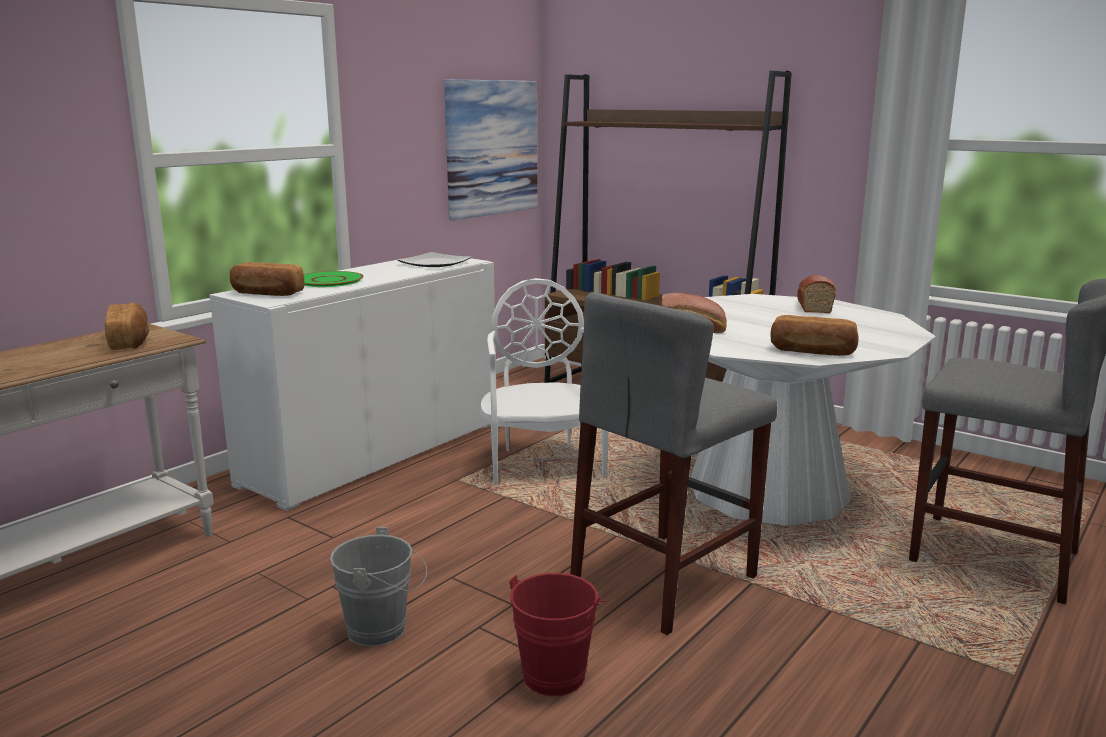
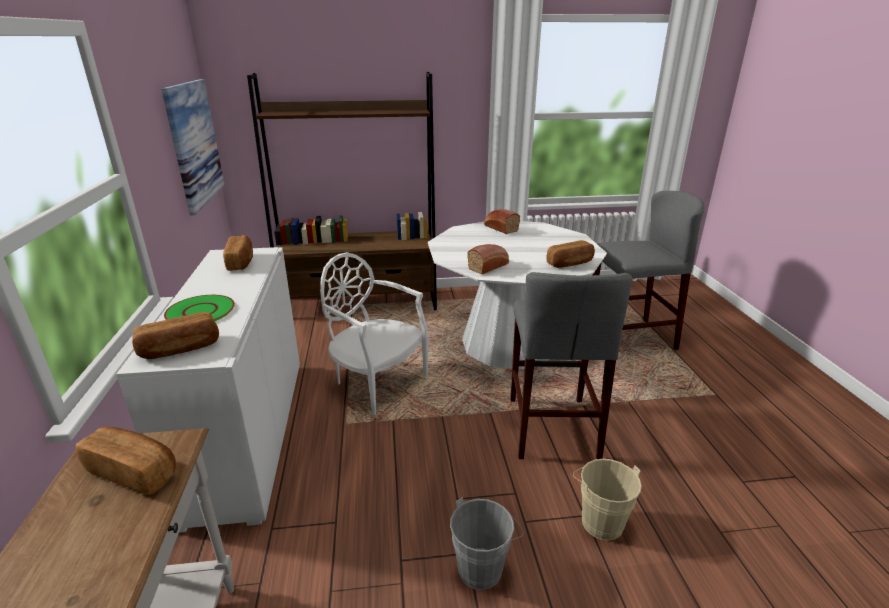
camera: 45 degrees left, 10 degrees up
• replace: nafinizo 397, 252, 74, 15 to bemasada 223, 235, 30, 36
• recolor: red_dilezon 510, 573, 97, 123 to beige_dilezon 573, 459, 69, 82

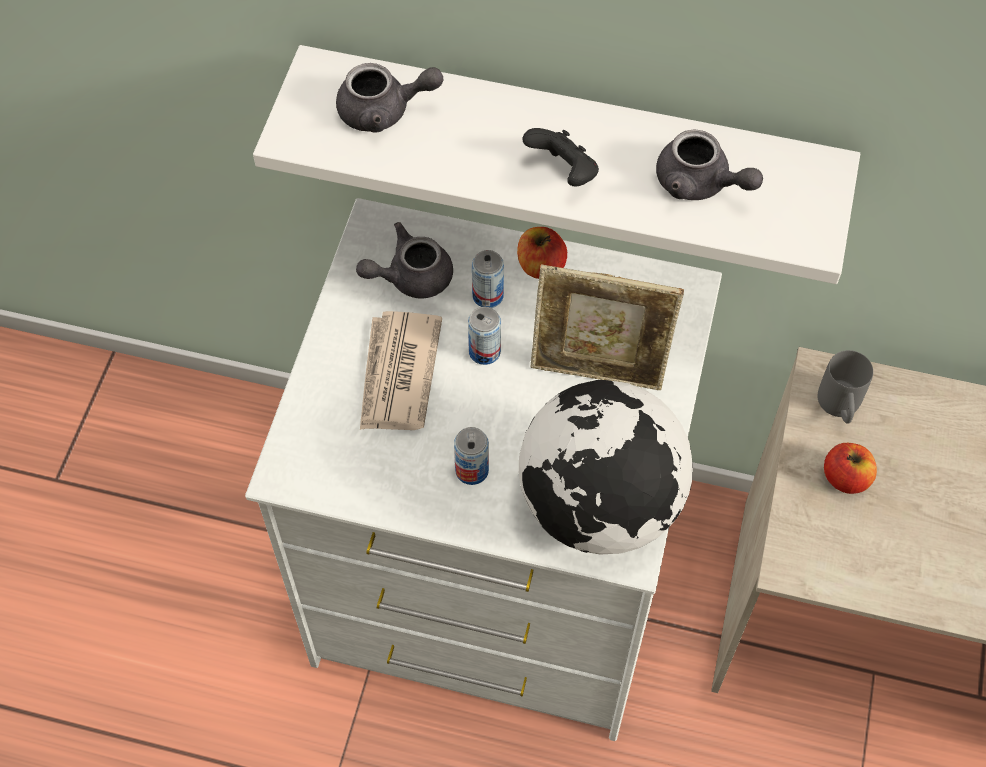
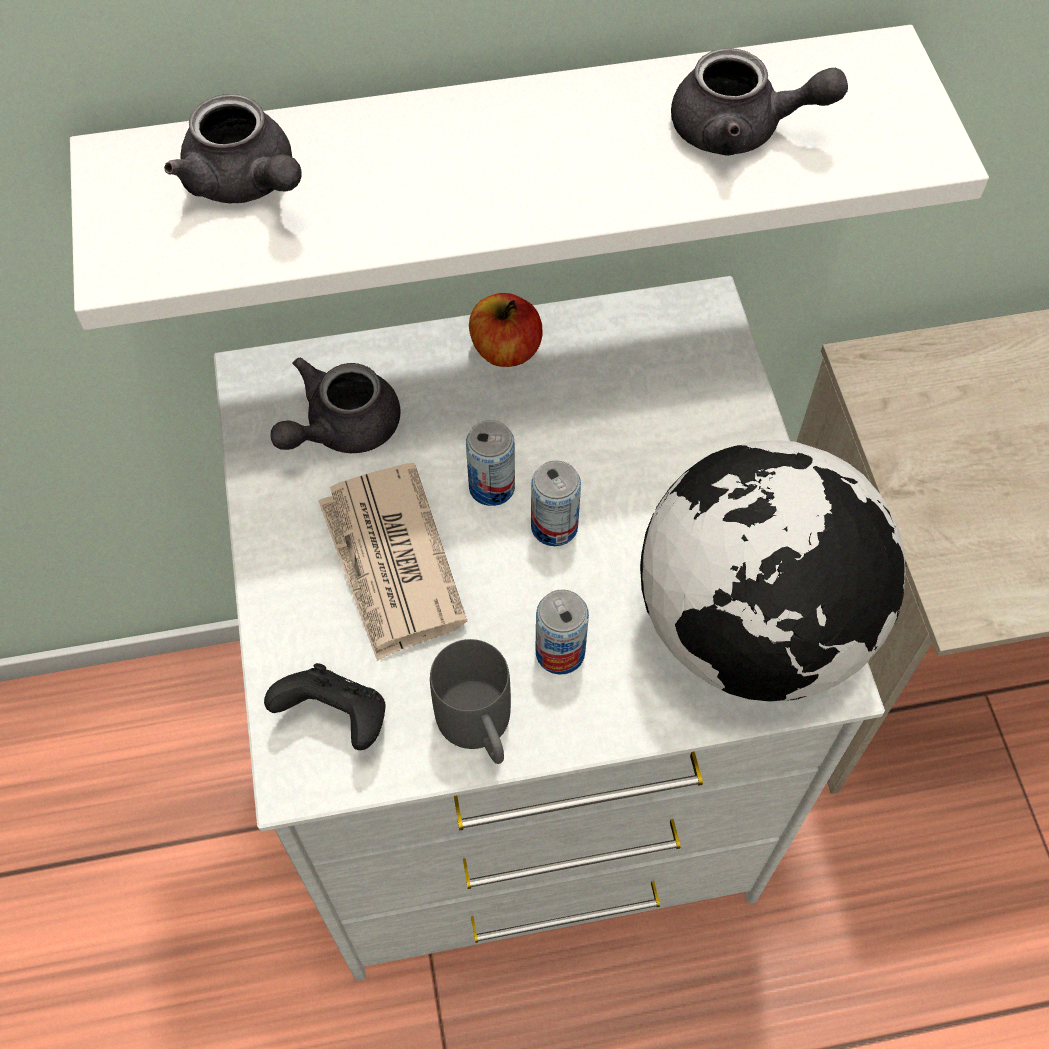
camera: 25 degrees left, 0 degrees up
• rotate: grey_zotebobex 336, 63, 108, 70 = 164, 94, 137, 109 75 degrees clockwise
• move: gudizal 472, 250, 32, 58 to 531, 460, 50, 86
• move: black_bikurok 522, 128, 77, 59 to 264, 663, 122, 87
• delete: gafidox 531, 264, 153, 126
• move: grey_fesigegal 817, 350, 56, 74 to 430, 639, 81, 125
• delete: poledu 824, 443, 53, 51

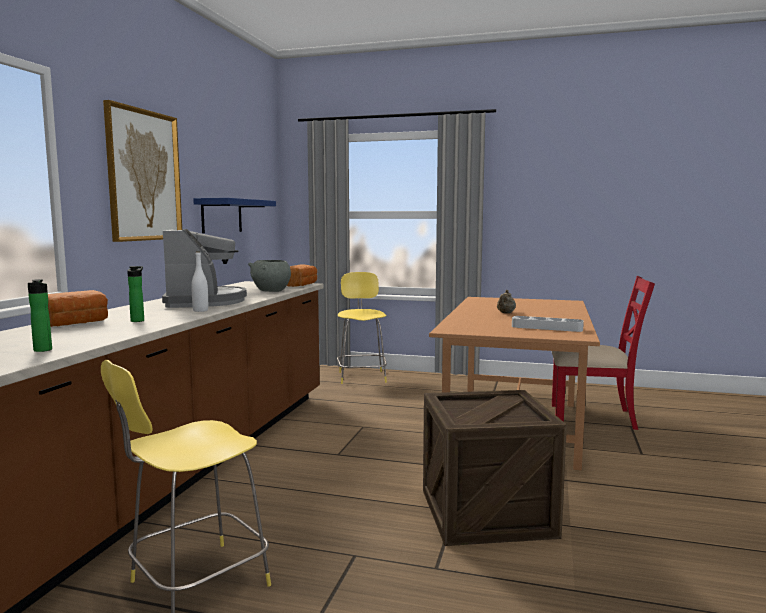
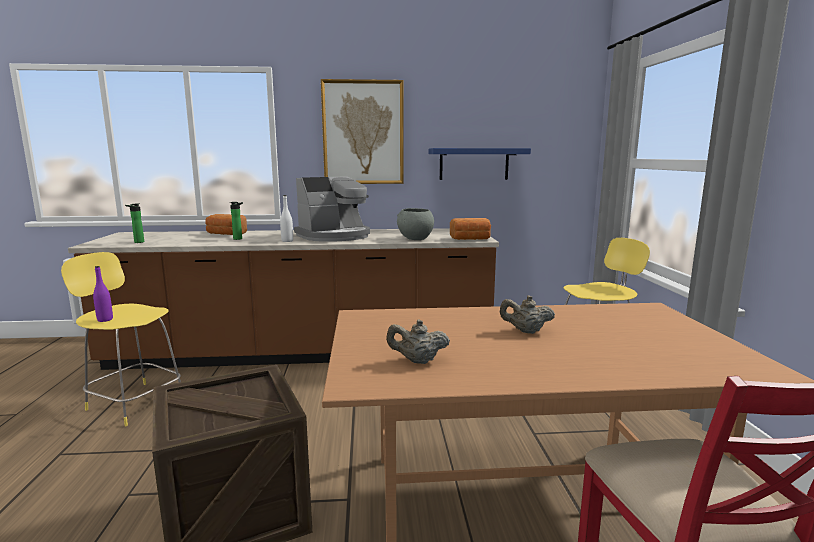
camera: 70 degrees right, 5 degrees up
• replace: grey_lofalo 512, 316, 72, 16 to beige_zotebobex 386, 319, 64, 45
• insert: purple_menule 93, 266, 20, 56

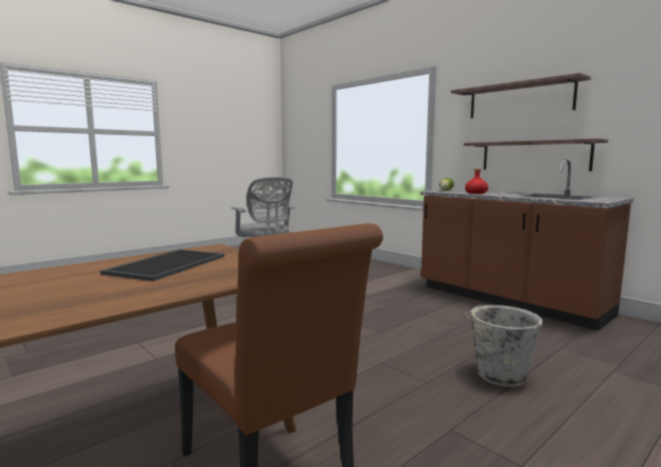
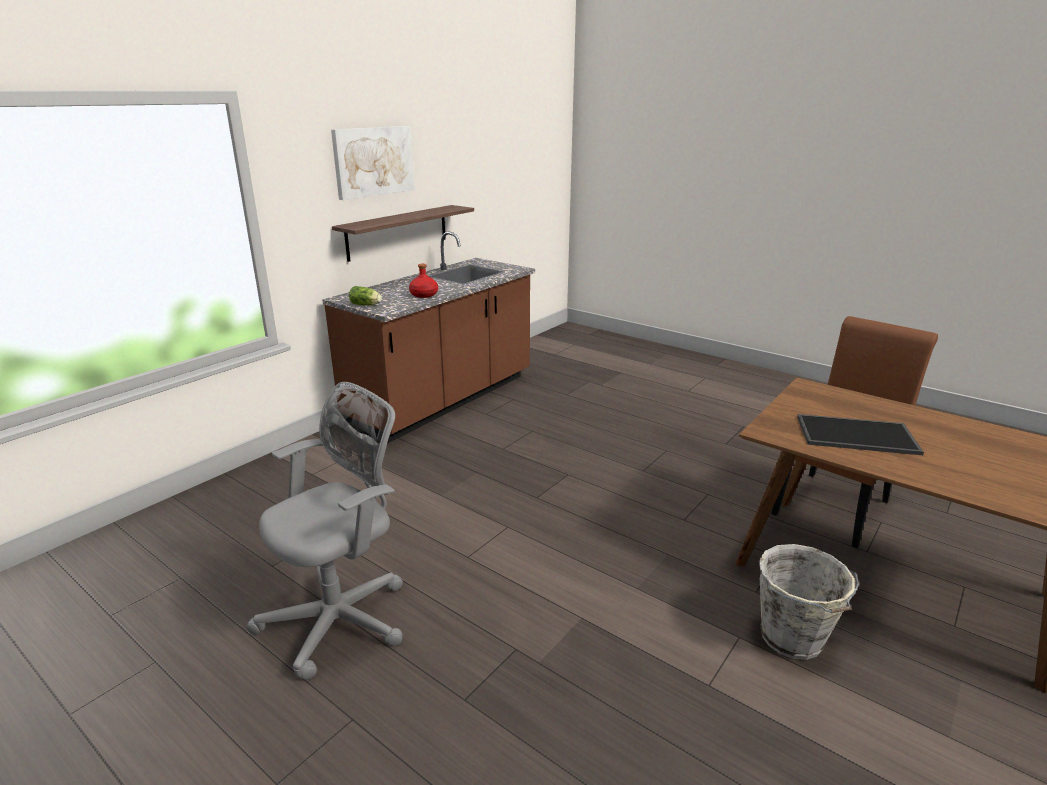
camera: 100 degrees left, 15 degrees up
• replace: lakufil 451, 73, 140, 45 to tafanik 331, 126, 84, 74
• move: grey_dilezon 463, 304, 80, 83 to 759, 544, 100, 116

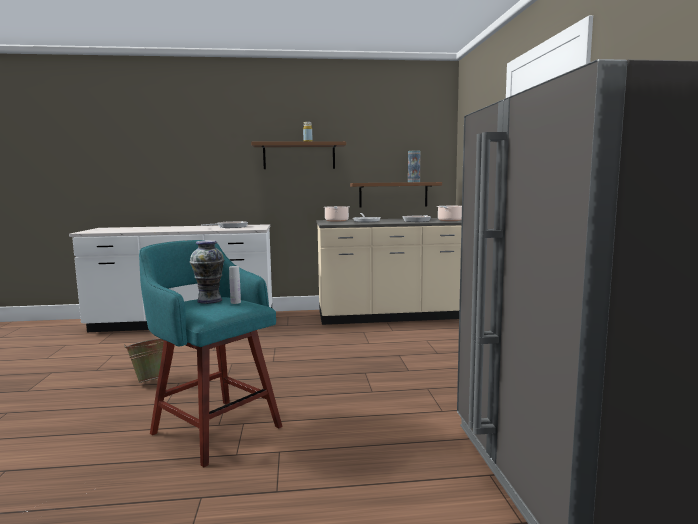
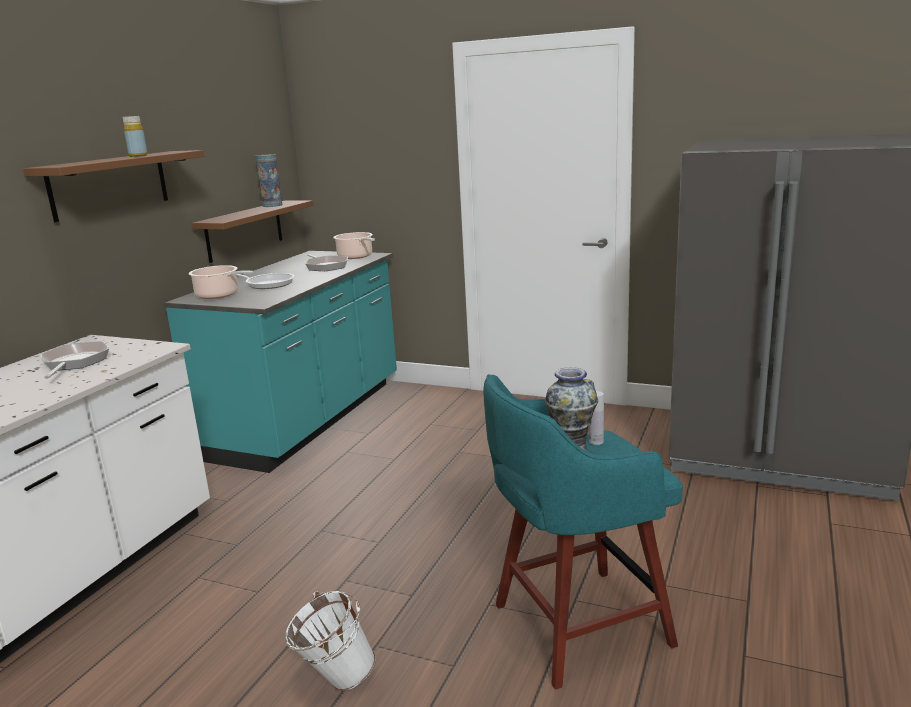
camera: 60 degrees left, 10 degrees up
• recolor: green_dilezon 124, 338, 40, 45 to white_dilezon 285, 591, 91, 100
• recolor: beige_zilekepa 316, 218, 146, 107 to turquoise_zilekepa 164, 251, 233, 222

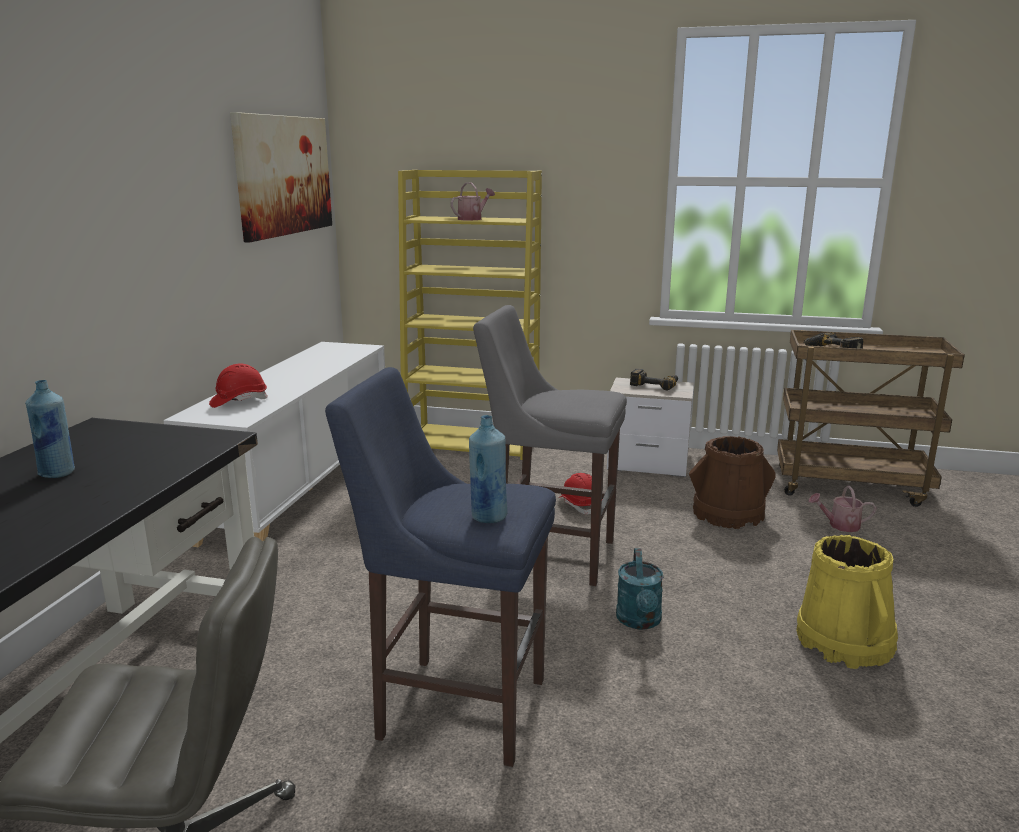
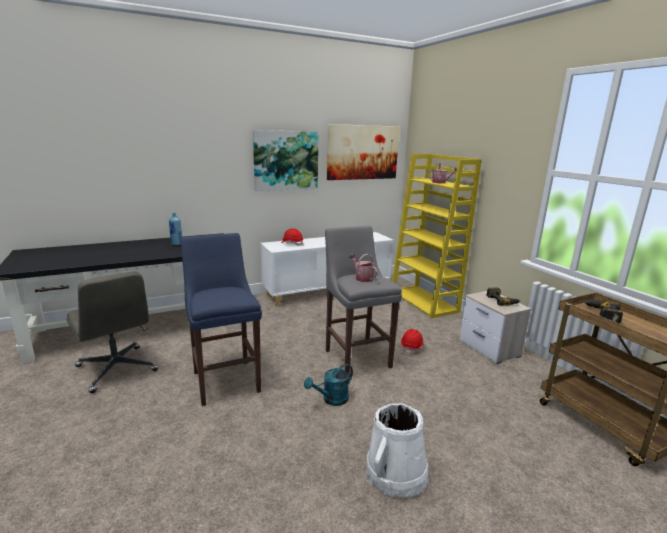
camera: 50 degrees right, 0 degrees up
• delete: blue_menule 469, 415, 38, 108
• delete: brown_dilezon 689, 436, 87, 93
• recolor: yellow_dilezon 797, 535, 101, 134 to white_dilezon 366, 403, 63, 95
• move: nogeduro 809, 486, 68, 46 to 349, 254, 28, 28
• insert: tafanik 253, 130, 66, 61

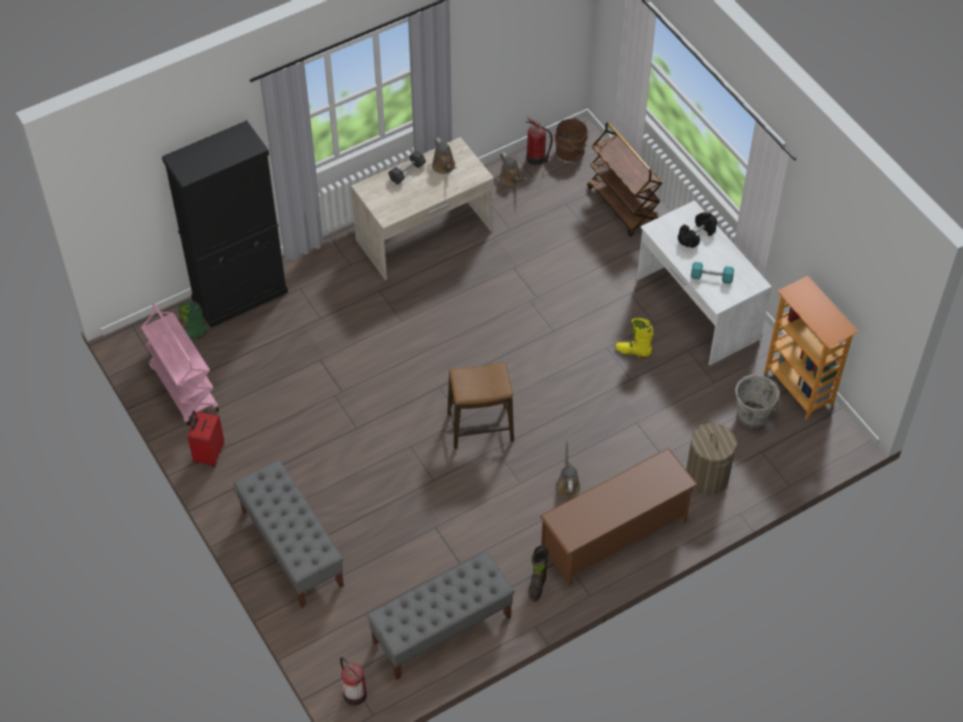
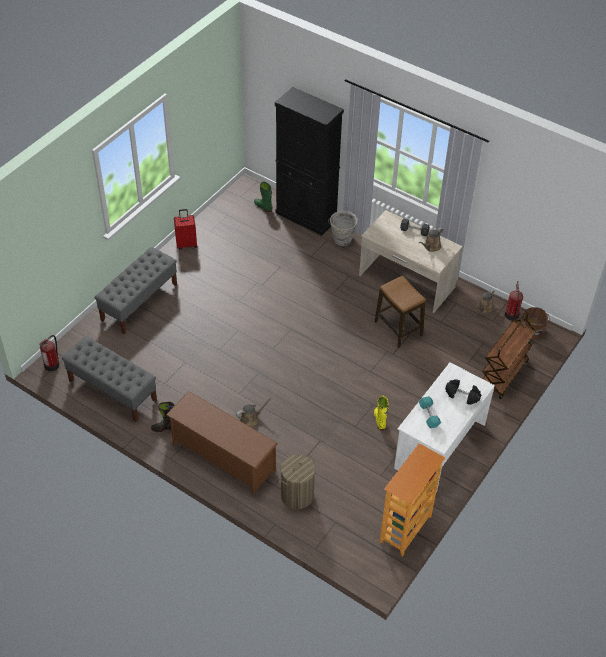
camera: 65 degrees right, 5 degrees down
• delete: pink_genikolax 141, 303, 78, 123
• move: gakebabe 447, 362, 67, 87 to 375, 276, 51, 72
• move: grey_dilezon 735, 374, 47, 54 to 328, 211, 30, 35

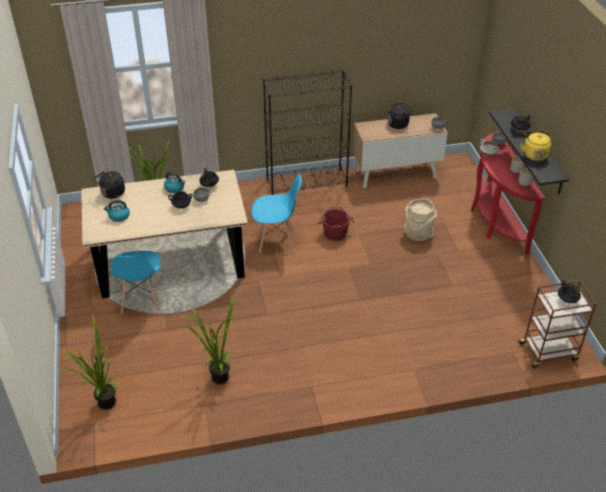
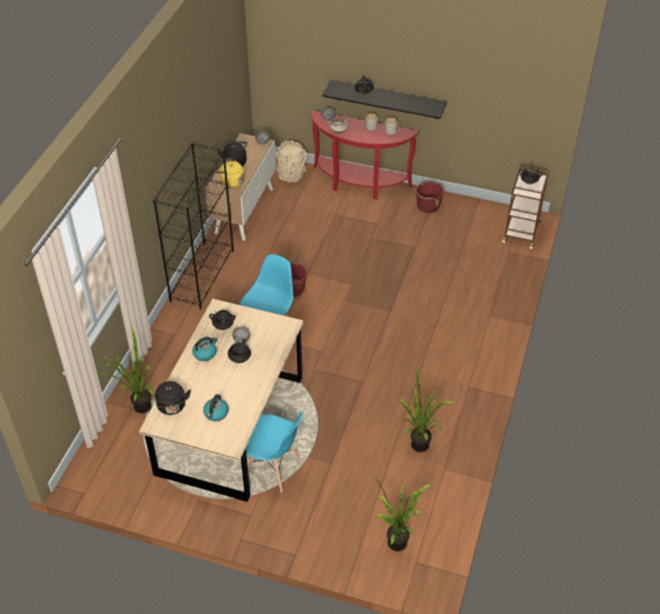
camera: 60 degrees left, 5 degrees up
• move: beige_dilezon 404, 198, 33, 43 to 276, 141, 31, 42
• move: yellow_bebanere 521, 131, 30, 30 to 215, 158, 29, 30
• insert: red_dilezon 415, 181, 29, 32

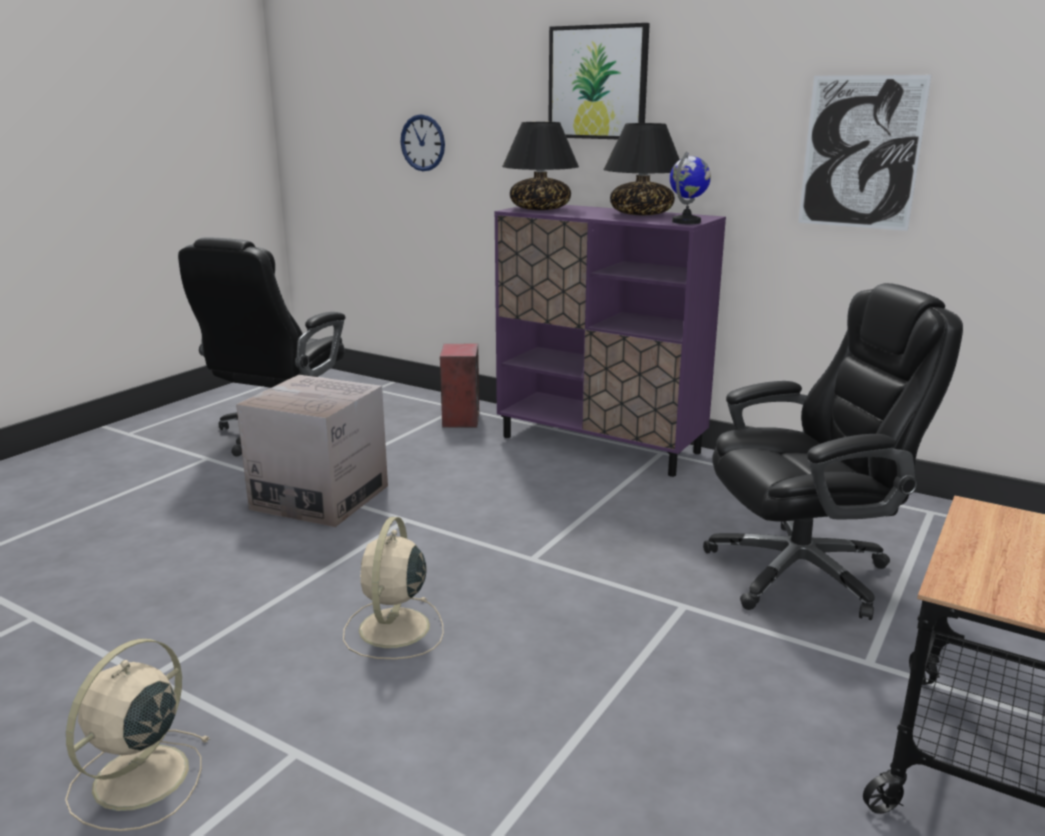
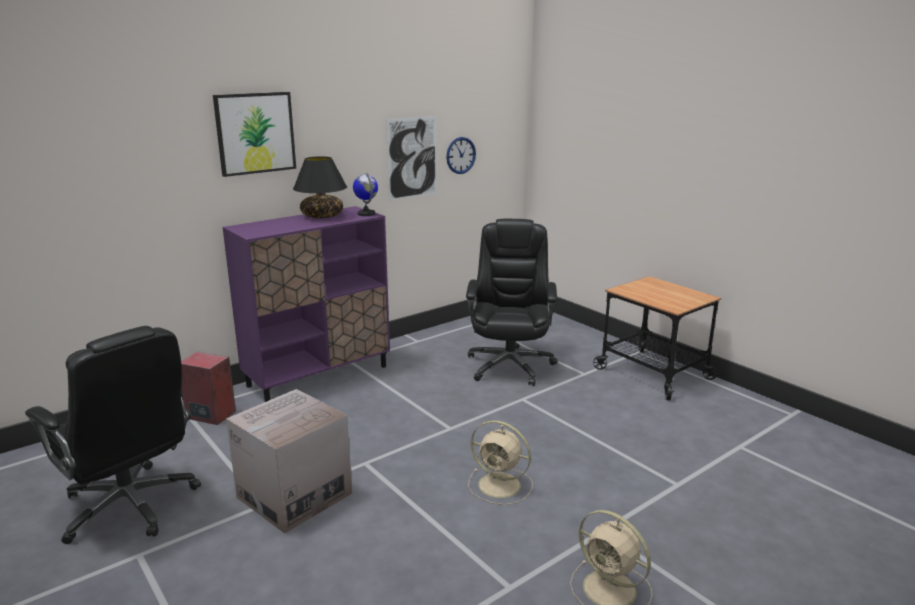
camera: 70 degrees left, 0 degrees up
• move: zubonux 401, 114, 44, 57 to 446, 137, 30, 37
• delete: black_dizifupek 502, 122, 77, 88

